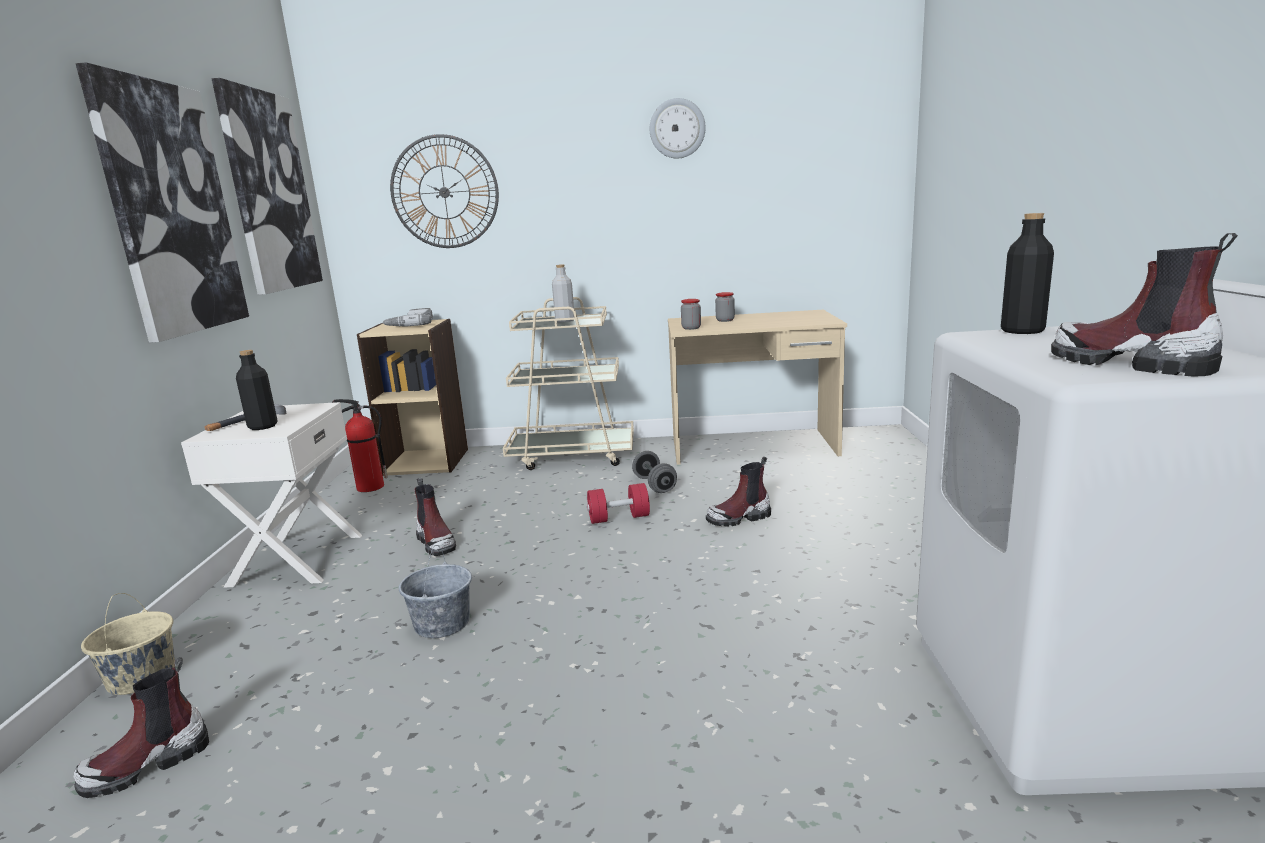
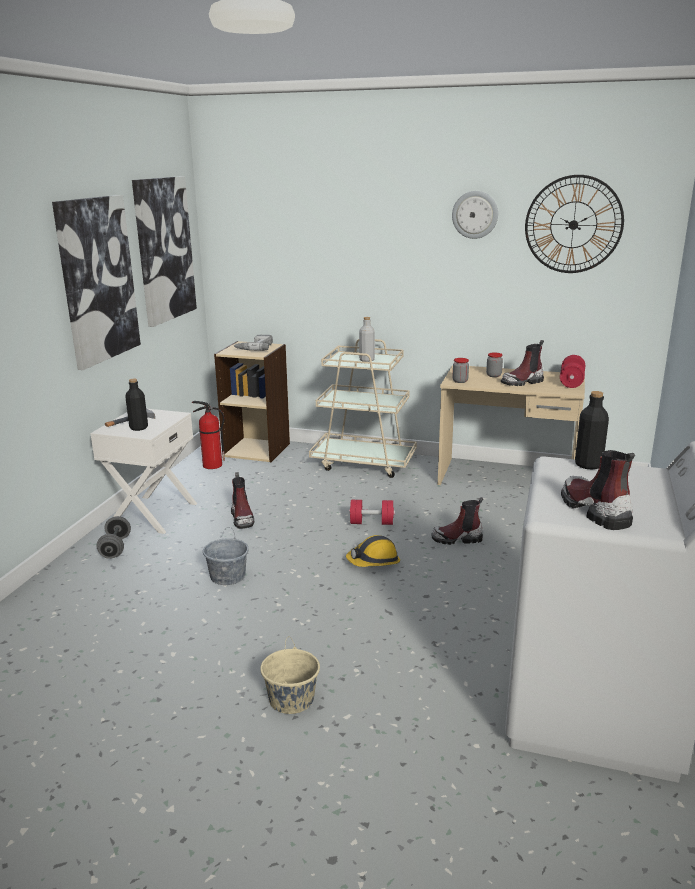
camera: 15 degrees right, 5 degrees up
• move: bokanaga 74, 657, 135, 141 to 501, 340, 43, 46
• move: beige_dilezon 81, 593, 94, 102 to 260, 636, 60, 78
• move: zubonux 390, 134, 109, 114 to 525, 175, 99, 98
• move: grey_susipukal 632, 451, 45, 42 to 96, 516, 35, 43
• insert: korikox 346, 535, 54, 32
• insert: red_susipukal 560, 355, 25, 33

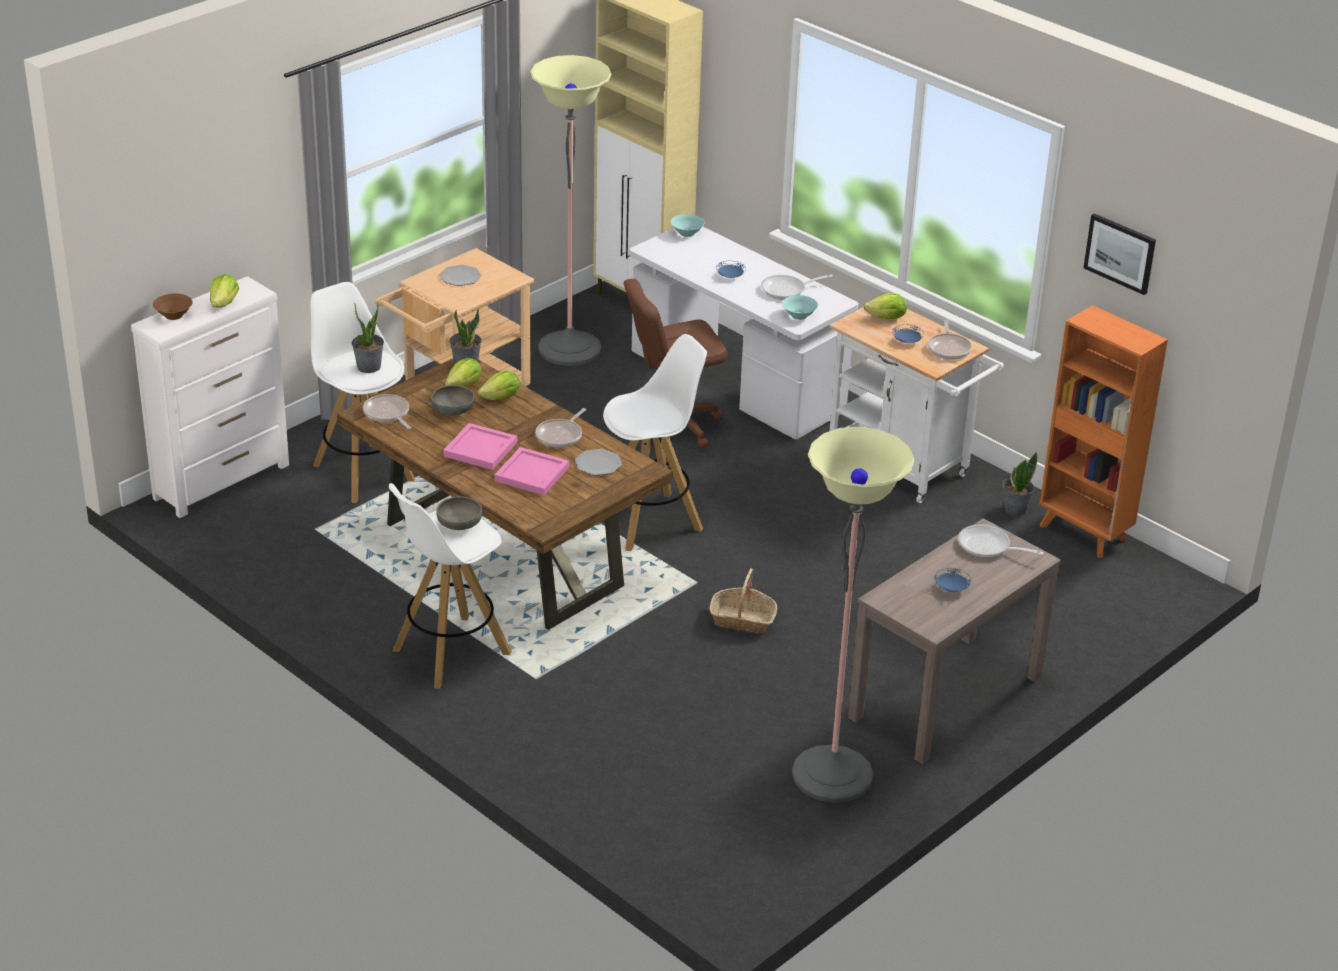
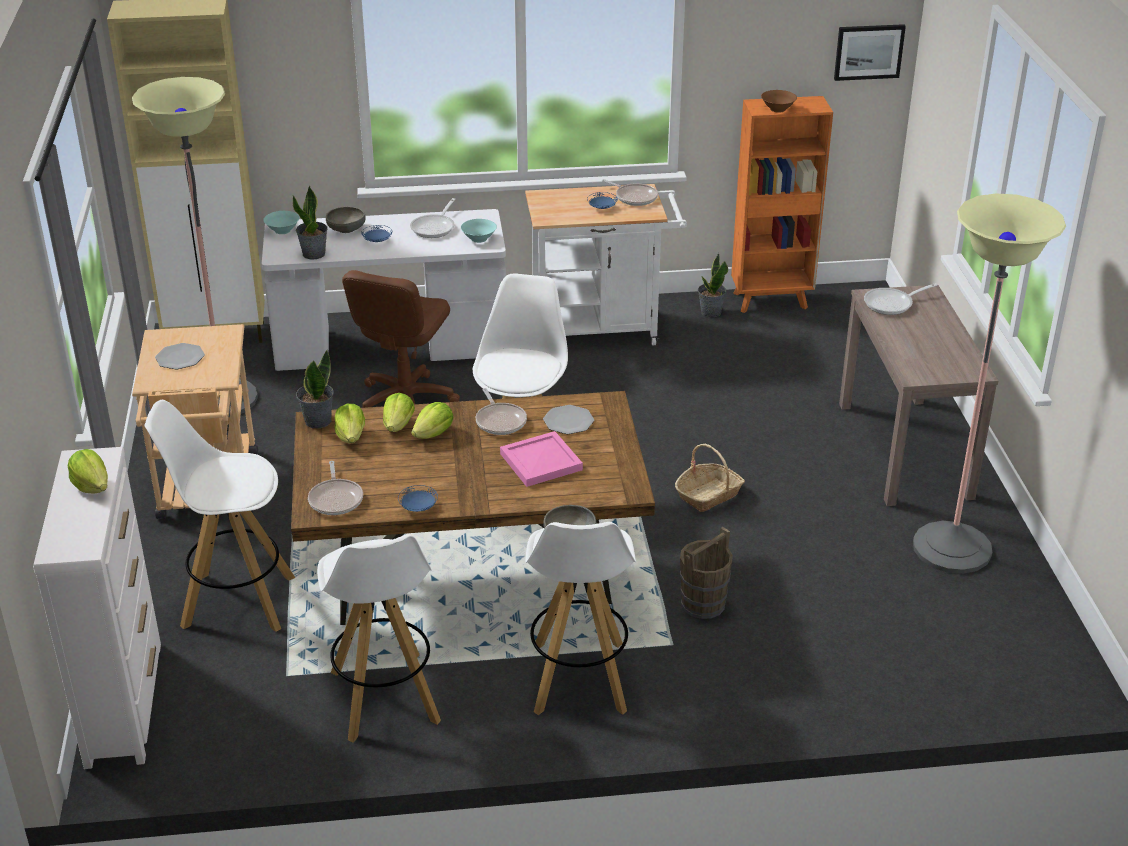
camera: 50 degrees left, 0 degrees up
• move: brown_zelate 153, 293, 39, 27 to 761, 90, 36, 23
• move: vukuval 352, 301, 32, 72 to 293, 185, 35, 74
• rotate: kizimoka 363, 394, 48, 35 = 308, 461, 55, 54 105 degrees counterclockwise
• move: grey_zelate 431, 385, 44, 31 to 326, 206, 40, 27
• delete: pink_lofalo 444, 423, 73, 47
• move: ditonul 864, 293, 43, 26 to 411, 402, 42, 37
• move: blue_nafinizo 935, 568, 36, 24 to 398, 485, 40, 27
• move: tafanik 1083, 214, 73, 81 to 834, 24, 72, 57
• insert: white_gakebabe 317, 534, 124, 209
• insert: brown_dilezon 680, 527, 53, 92

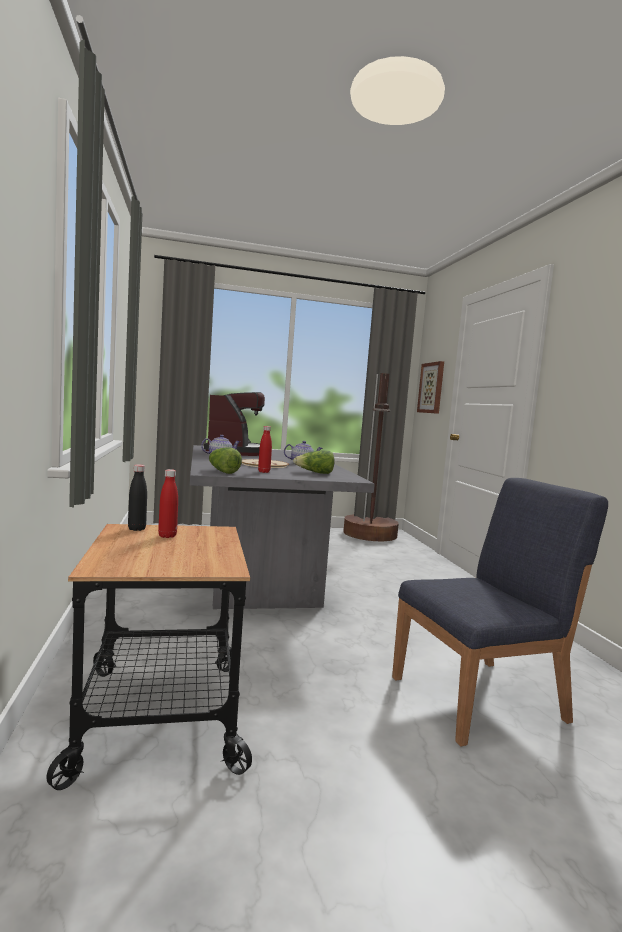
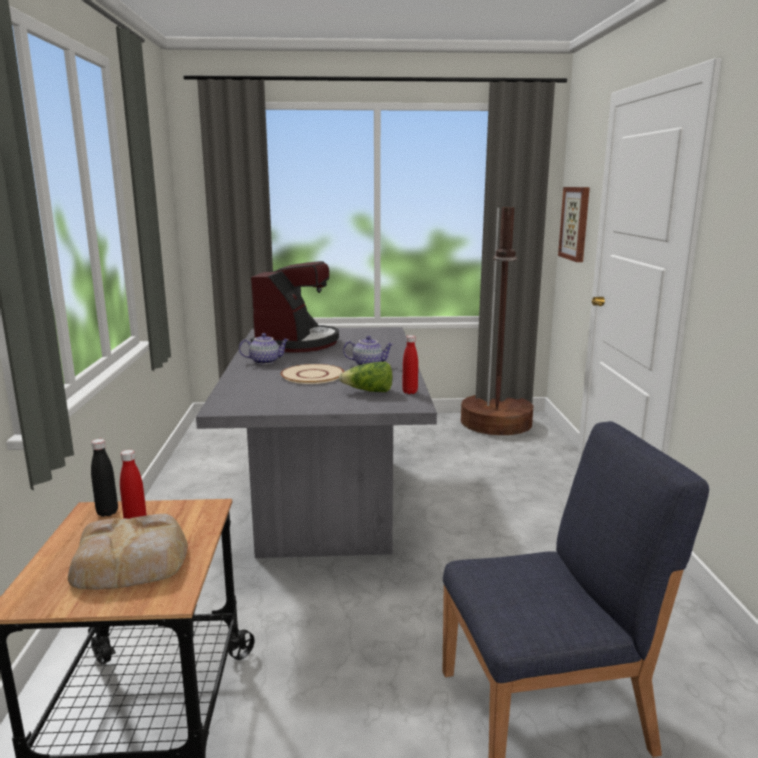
camera: 10 degrees right, 10 degrees up
• delete: ditonul 209, 447, 33, 27
• move: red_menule 258, 426, 14, 47 to 402, 335, 16, 59
• insert: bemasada 68, 514, 120, 75

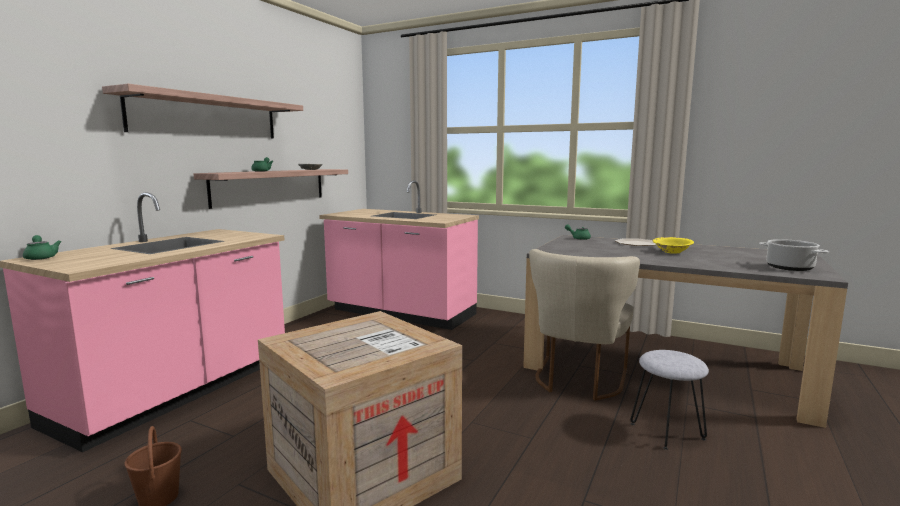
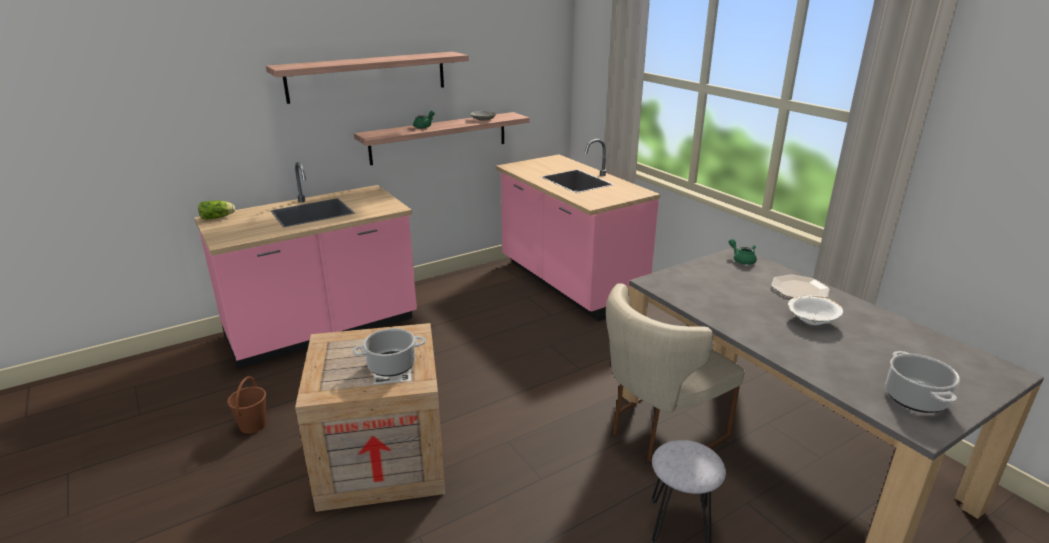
camera: 30 degrees right, 15 degrees up
• replace: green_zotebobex 23, 235, 38, 25 to ditonul 198, 201, 37, 19
• recolor: yellow_zelate 652, 237, 42, 17 to white_zelate 788, 295, 55, 30
• insert: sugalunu 352, 328, 74, 49

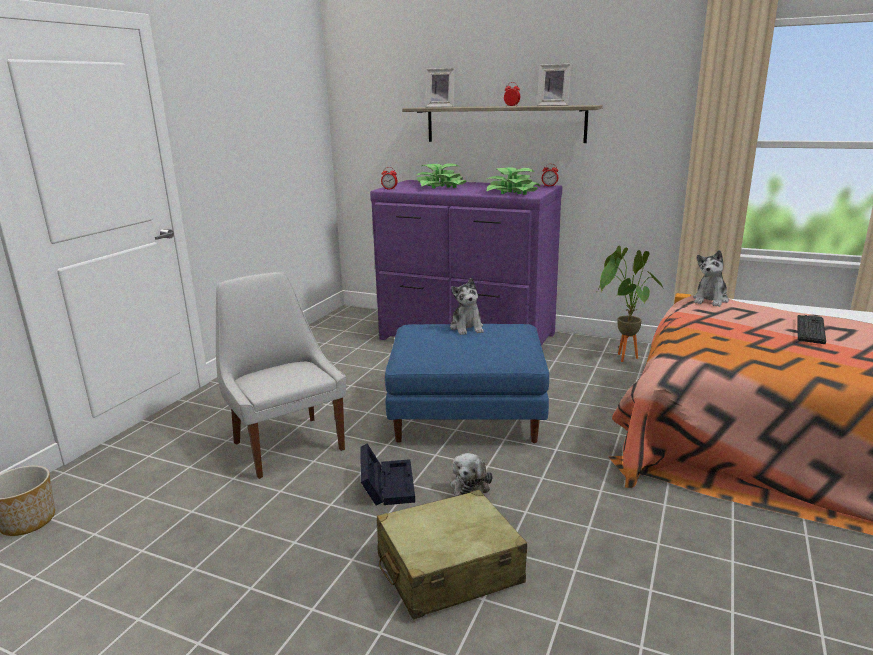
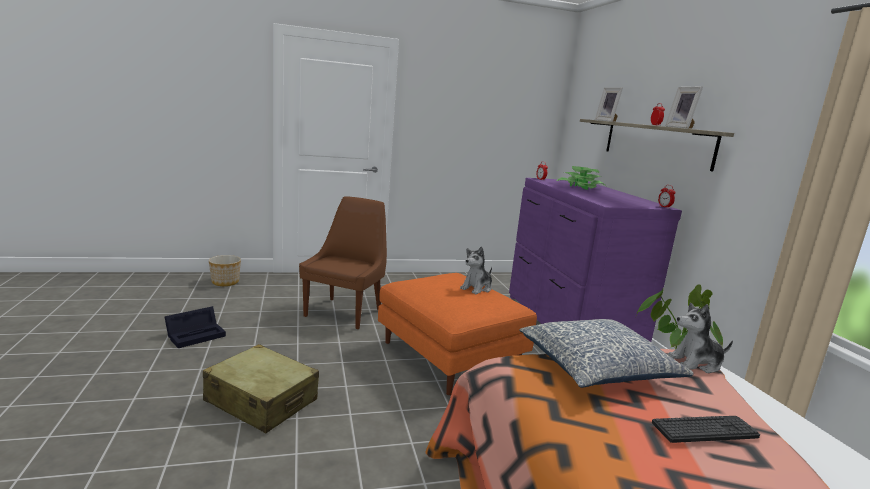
camera: 50 degrees right, 5 degrees down
• recolor: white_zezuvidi 216, 272, 130, 207 to brown_zezuvidi 299, 196, 88, 133
• move: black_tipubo 361, 444, 54, 61 to 164, 306, 62, 42
• recolor: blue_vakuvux 385, 324, 164, 119 to orange_vakuvux 378, 273, 159, 122
• delete: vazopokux 450, 453, 43, 43
• delete: vukuval 487, 167, 53, 28
• insert: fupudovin 520, 319, 173, 69

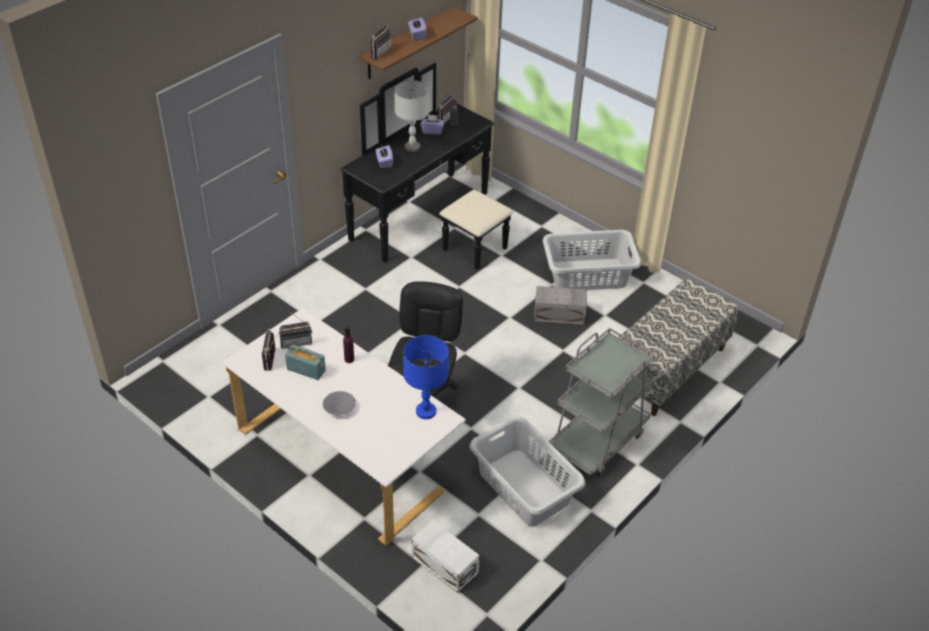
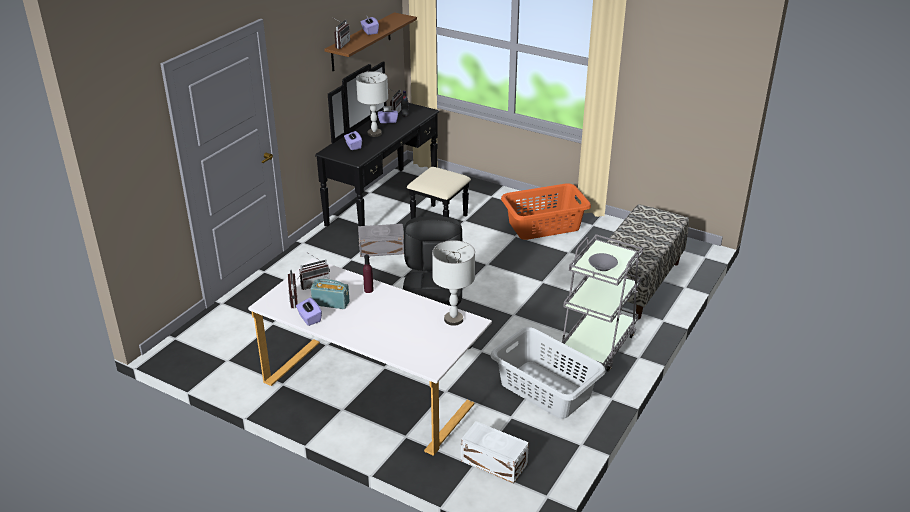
camera: 10 degrees left, 10 degrees down
• move: grey_zelate 323, 391, 33, 25 to 589, 253, 29, 18
• recolor: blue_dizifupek 403, 335, 46, 84 to grey_dizifupek 432, 240, 43, 86
• move: grey_tipubo 534, 286, 53, 39 to 358, 224, 46, 33
• recolor: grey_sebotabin 543, 230, 98, 60 to orange_sebotabin 501, 183, 90, 57
• insert: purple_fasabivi 296, 298, 26, 28

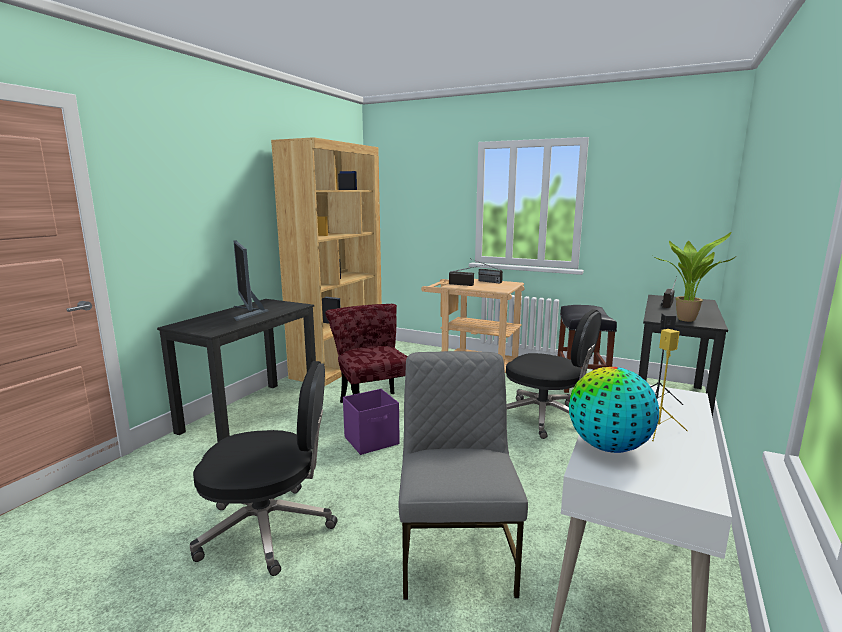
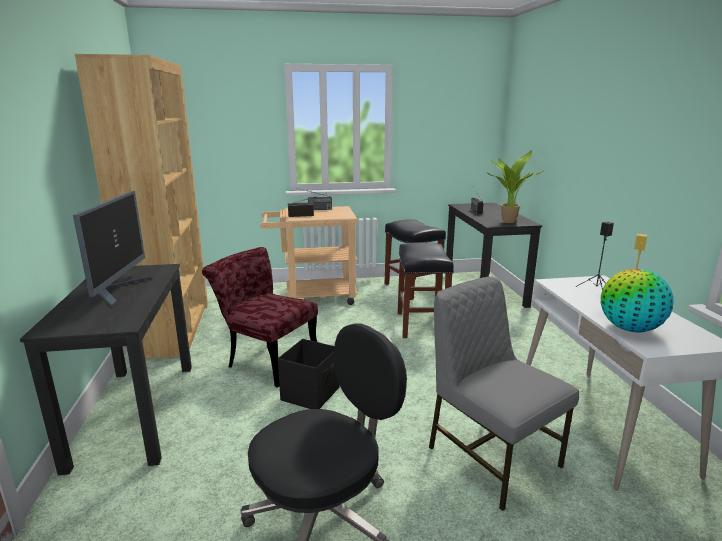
camera: 35 degrees left, 5 degrees up
• rotate: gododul 234, 240, 35, 81 = 73, 191, 79, 116 120 degrees counterclockwise
• recolor: purple_tipubo 343, 389, 57, 66 to black_tipubo 278, 339, 62, 70
• replace: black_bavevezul 506, 309, 95, 130 to black_gakebabe 397, 242, 57, 96

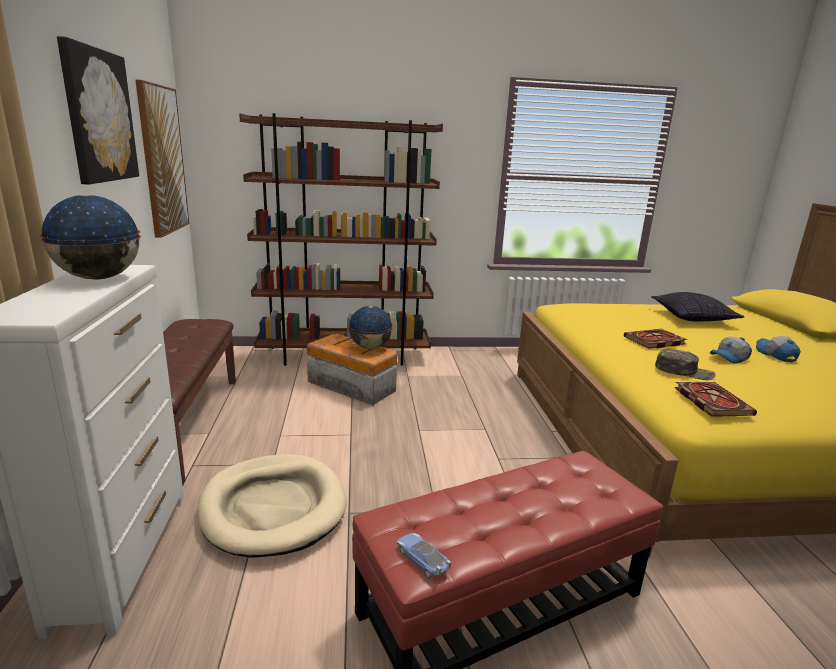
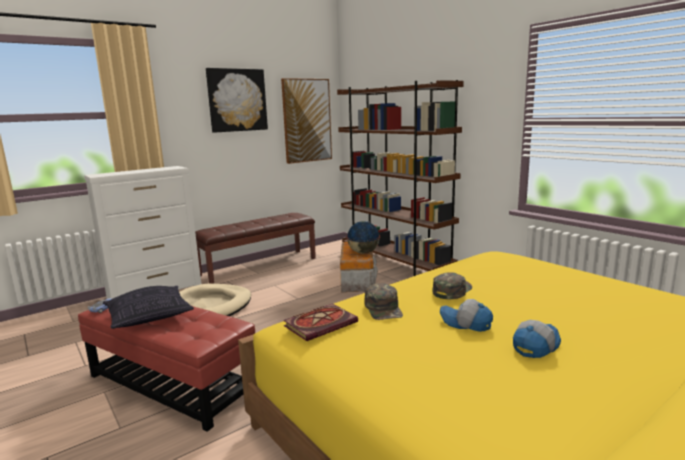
camera: 60 degrees right, 5 degrees down
• delete: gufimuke 39, 195, 102, 85
• replace: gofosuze 624, 329, 63, 20 to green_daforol 432, 272, 40, 27
• move: fupudovin 651, 292, 93, 29 to 103, 286, 91, 43

